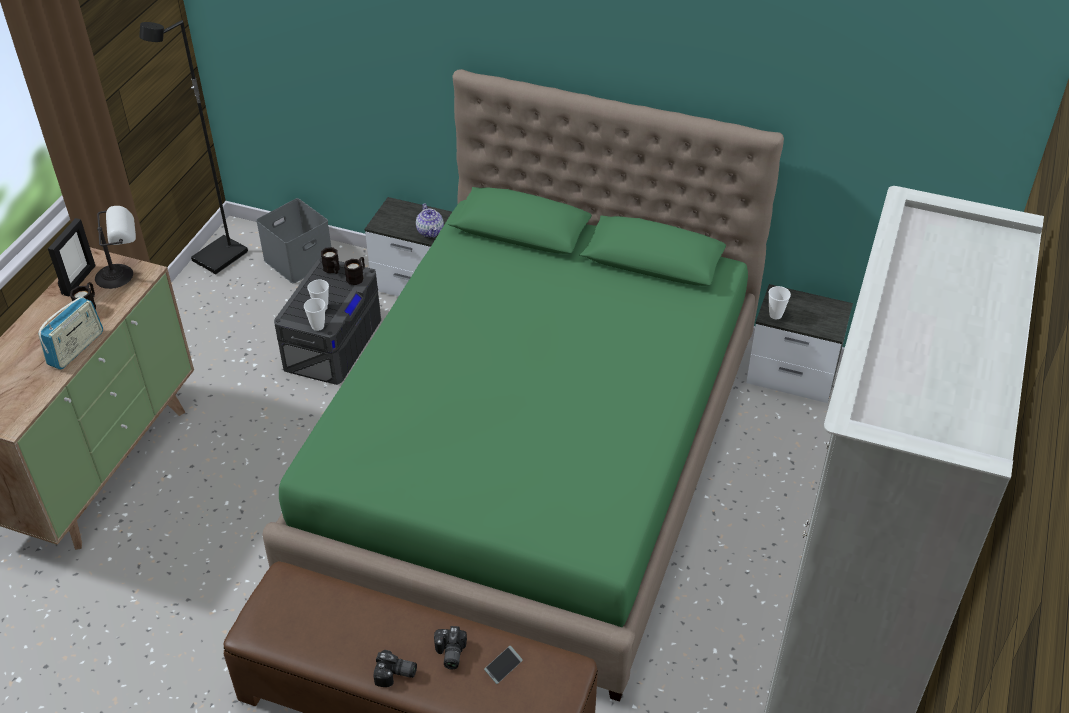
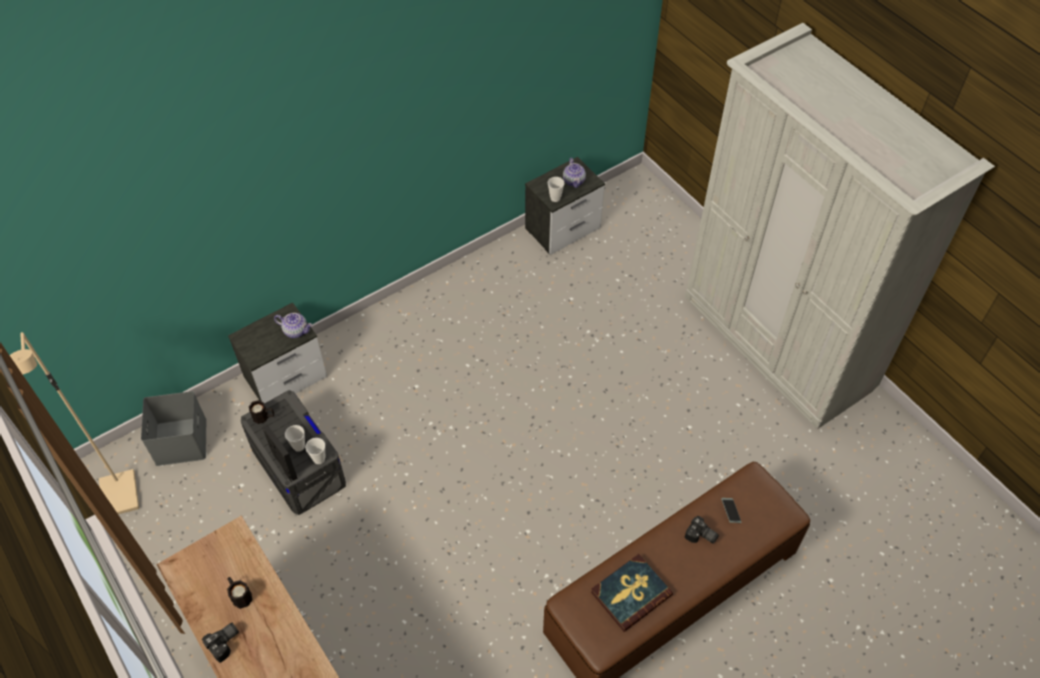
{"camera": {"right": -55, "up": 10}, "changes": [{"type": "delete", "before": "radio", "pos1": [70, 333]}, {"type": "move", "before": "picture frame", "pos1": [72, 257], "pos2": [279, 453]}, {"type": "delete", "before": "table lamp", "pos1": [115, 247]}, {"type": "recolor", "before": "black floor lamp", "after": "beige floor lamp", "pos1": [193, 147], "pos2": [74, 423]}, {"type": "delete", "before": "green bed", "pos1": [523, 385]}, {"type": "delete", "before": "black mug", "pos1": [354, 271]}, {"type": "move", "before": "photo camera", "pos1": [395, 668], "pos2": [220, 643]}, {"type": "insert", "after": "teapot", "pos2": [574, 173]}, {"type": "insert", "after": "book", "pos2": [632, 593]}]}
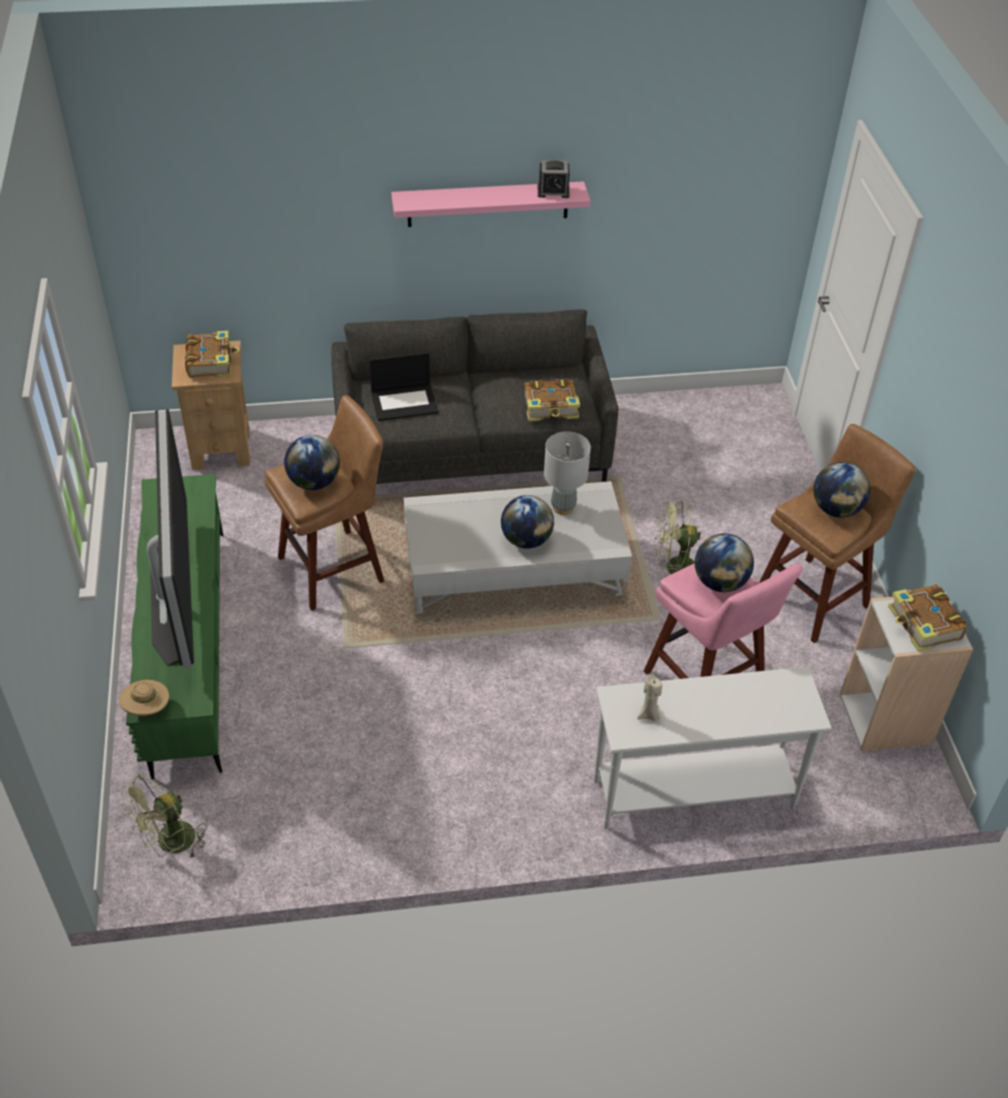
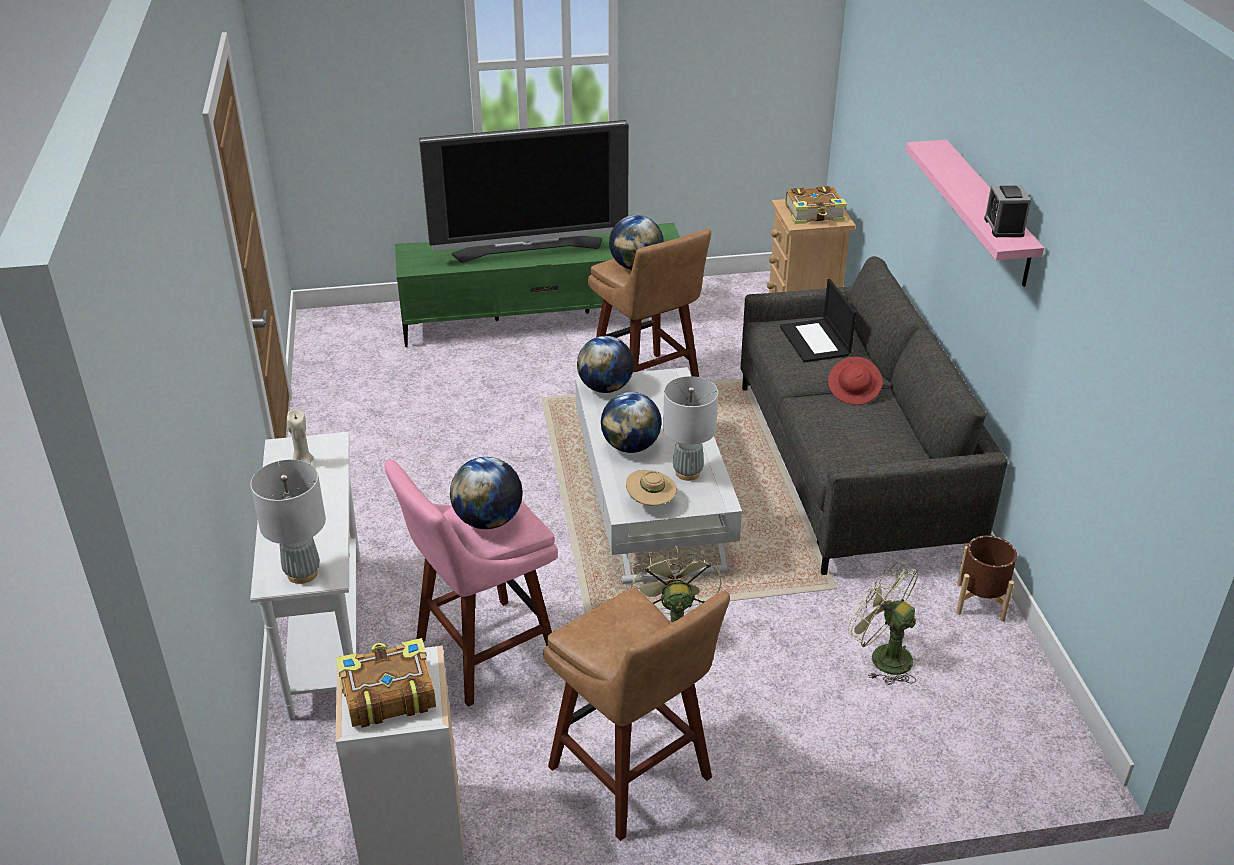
{"camera": {"right": 90, "up": -10}, "changes": [{"type": "move", "before": "beige hat", "pos1": [144, 698], "pos2": [651, 488]}, {"type": "move", "before": "green fan", "pos1": [164, 817], "pos2": [883, 623]}, {"type": "delete", "before": "book", "pos1": [552, 400]}, {"type": "move", "before": "globe", "pos1": [842, 490], "pos2": [605, 364]}, {"type": "insert", "after": "grey table lamp", "pos2": [288, 521]}, {"type": "insert", "after": "red hat", "pos2": [855, 381]}, {"type": "insert", "after": "brown planter", "pos2": [986, 578]}]}
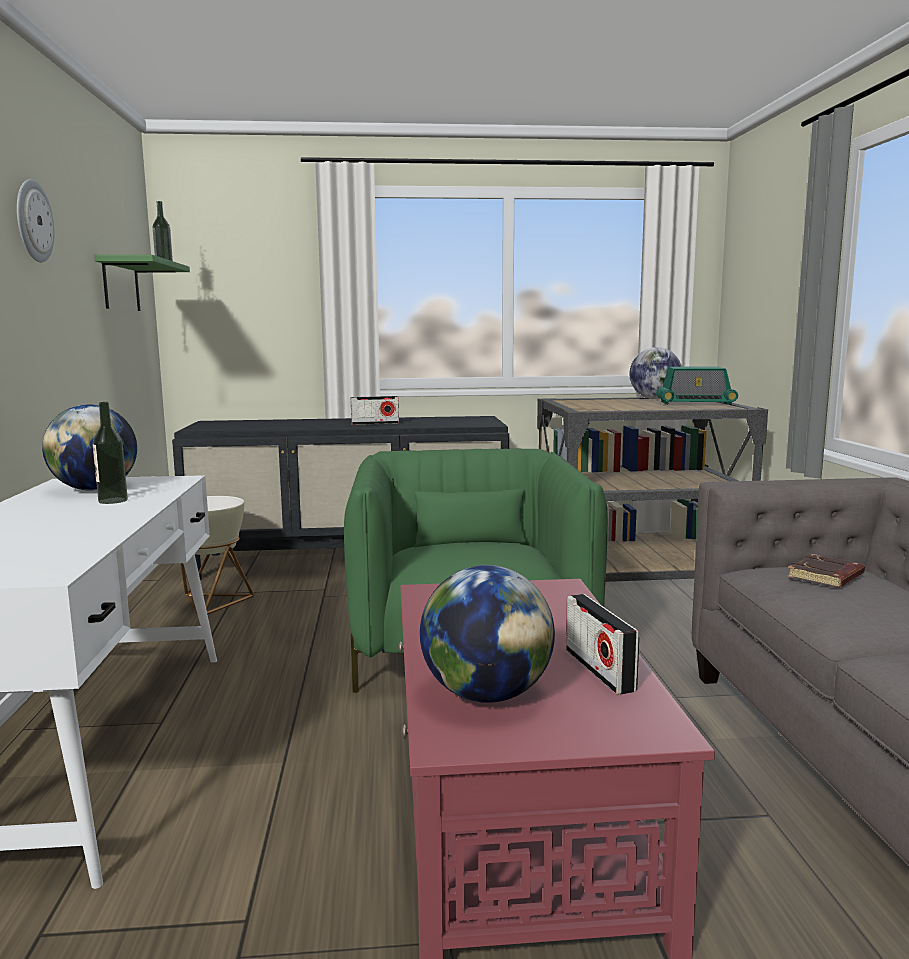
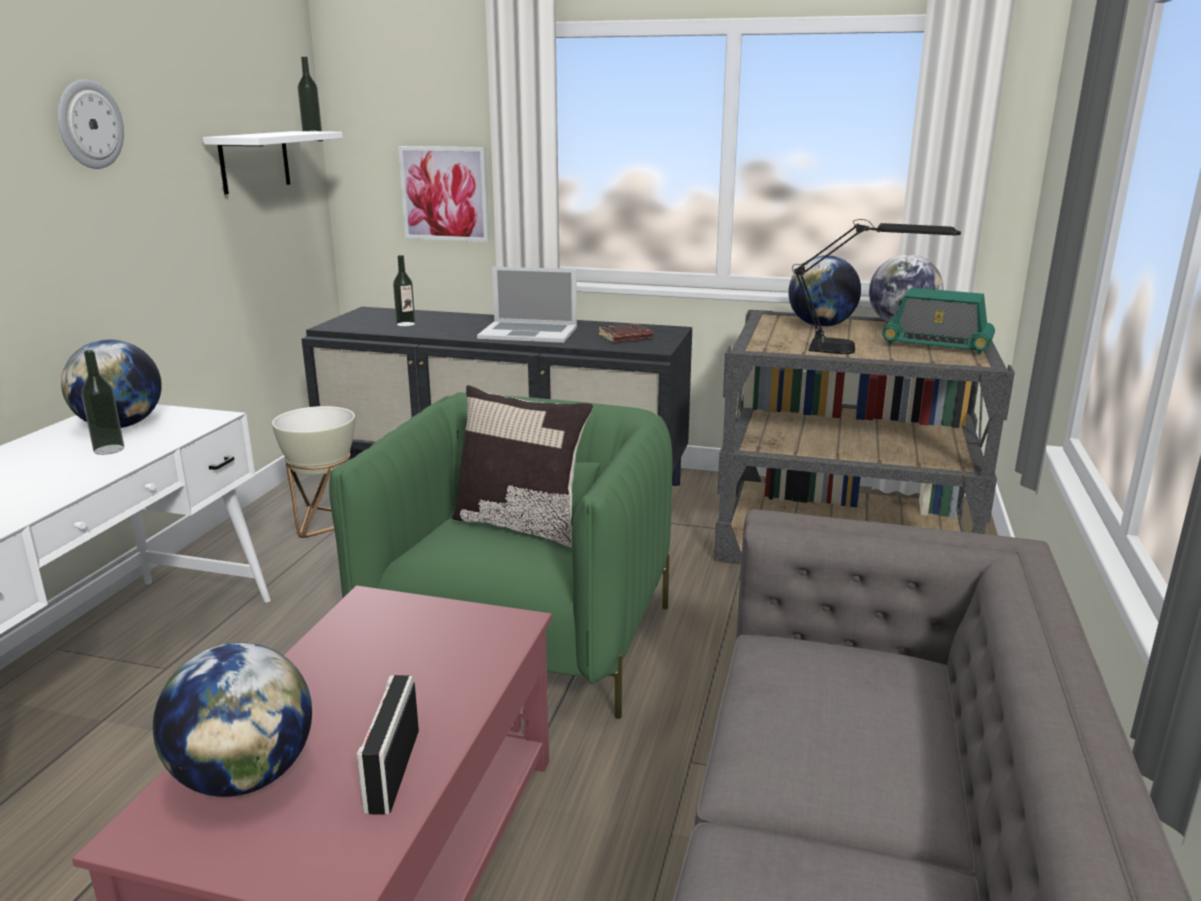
{"camera": {"right": 20, "up": 10}, "changes": [{"type": "recolor", "before": "green shelf", "after": "white shelf", "pos1": [142, 283], "pos2": [273, 162]}, {"type": "replace", "before": "radio", "after": "laptop", "pos1": [375, 410], "pos2": [527, 305]}, {"type": "move", "before": "brown book", "pos1": [826, 571], "pos2": [626, 332]}, {"type": "insert", "after": "bottle", "pos2": [404, 290]}, {"type": "insert", "after": "picture", "pos2": [443, 194]}, {"type": "insert", "after": "pillow", "pos2": [522, 466]}, {"type": "insert", "after": "globe", "pos2": [824, 291]}, {"type": "insert", "after": "black table lamp", "pos2": [876, 286]}]}
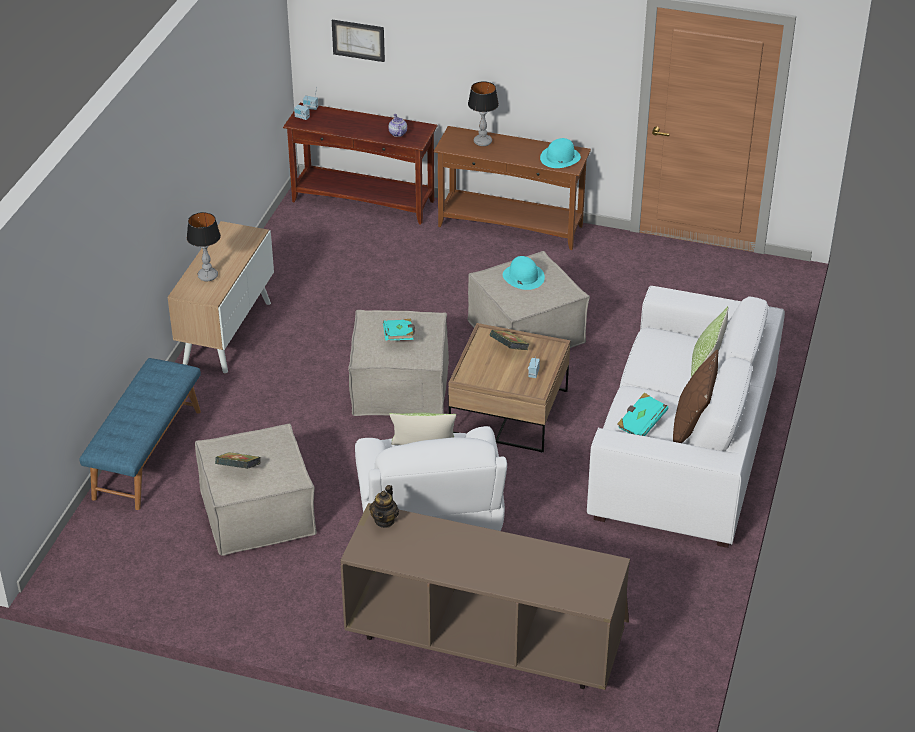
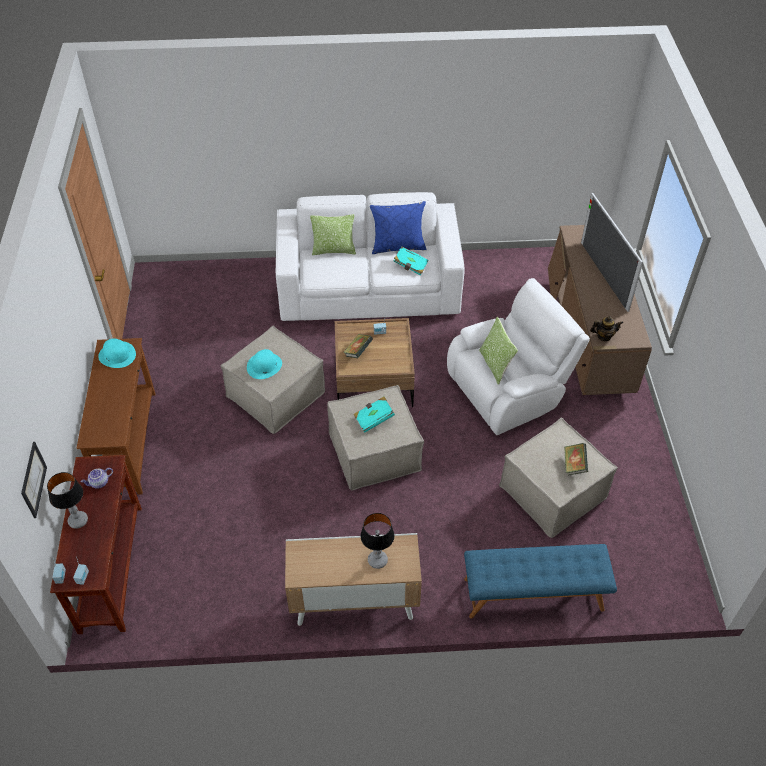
{"camera": {"right": -110, "up": 10}, "changes": [{"type": "move", "before": "table lamp", "pos1": [483, 113], "pos2": [67, 500]}, {"type": "recolor", "before": "brown pillow", "after": "blue pillow", "pos1": [695, 396], "pos2": [398, 227]}, {"type": "insert", "after": "television", "pos2": [612, 252]}]}
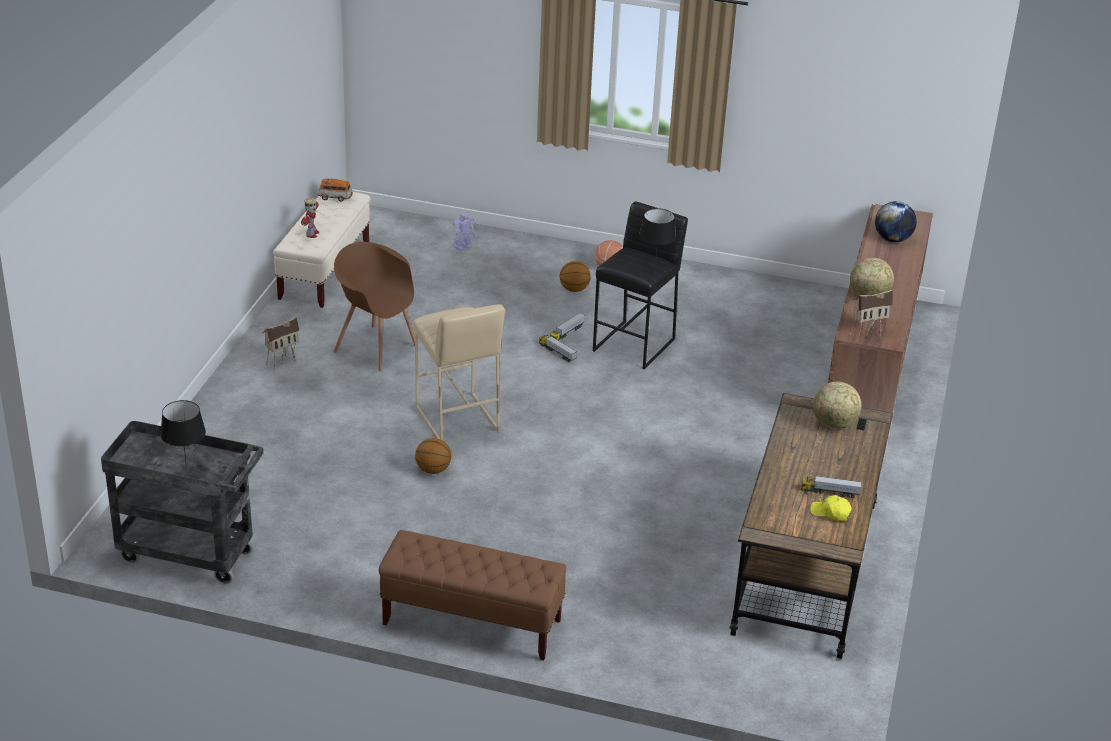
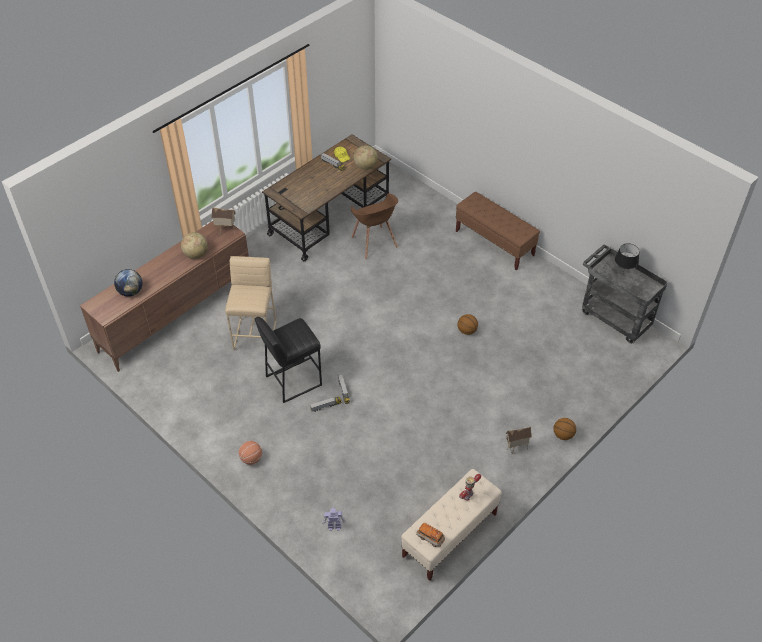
{"camera": {"right": -150, "up": 15}, "changes": [{"type": "move", "before": "brown chair", "pos1": [374, 307], "pos2": [374, 226]}, {"type": "move", "before": "beige stool", "pos1": [459, 372], "pos2": [251, 304]}, {"type": "move", "before": "basketball", "pos1": [575, 276], "pos2": [564, 429]}, {"type": "delete", "before": "black table lamp", "pos1": [657, 236]}, {"type": "move", "before": "globe", "pos1": [837, 405], "pos2": [366, 157]}]}
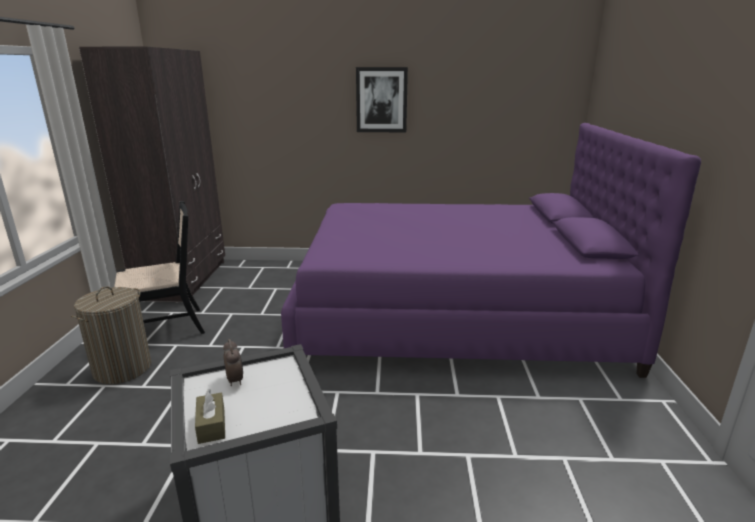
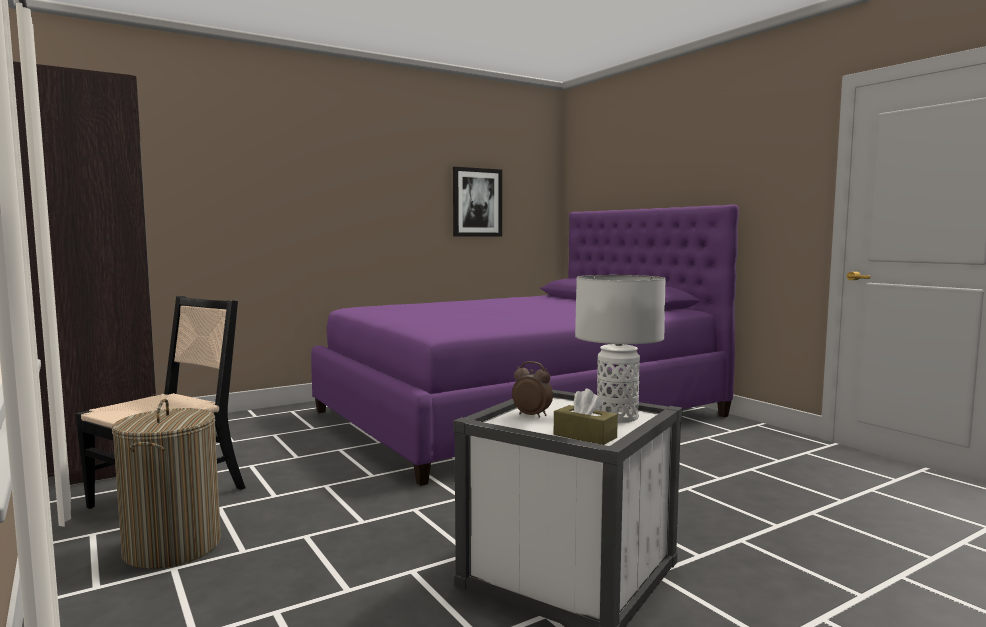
{"camera": {"right": -35, "up": -15}, "changes": [{"type": "move", "before": "picture", "pos1": [382, 99], "pos2": [477, 201]}, {"type": "insert", "after": "white table lamp", "pos2": [620, 349]}]}
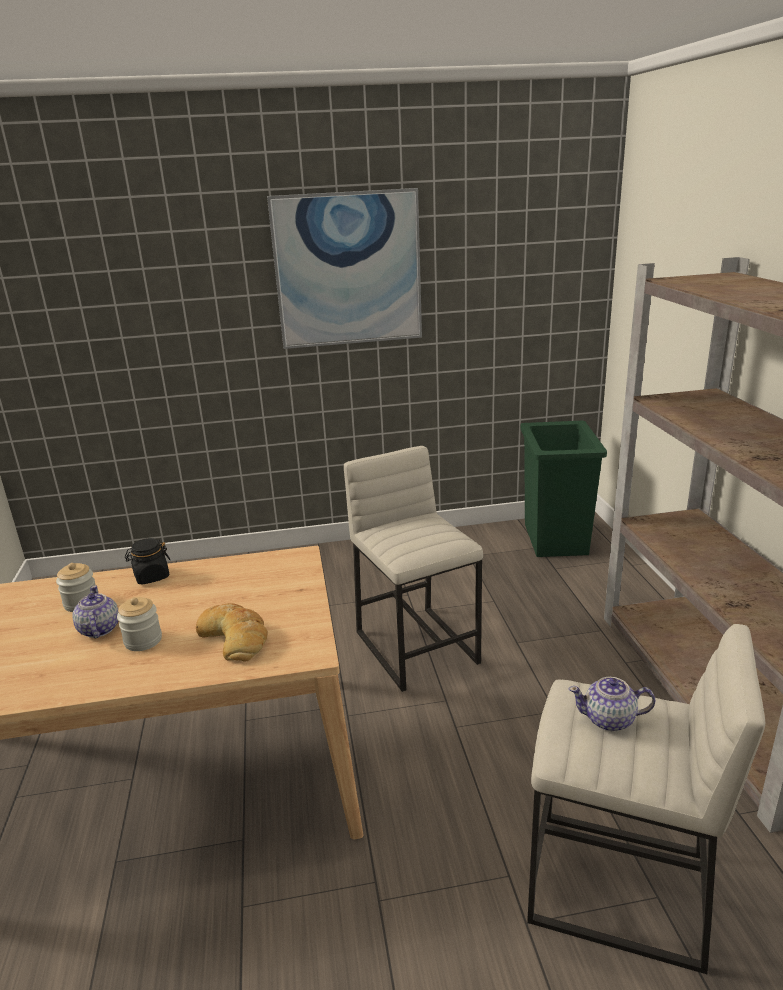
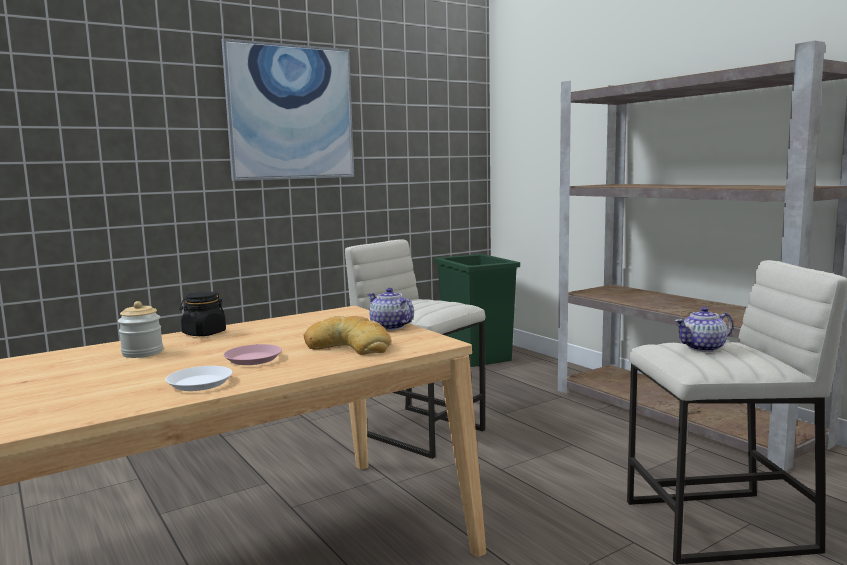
{"camera": {"right": -25, "up": -15}, "changes": [{"type": "move", "before": "teapot", "pos1": [95, 611], "pos2": [391, 309]}, {"type": "replace", "before": "jar", "after": "pink plate", "pos1": [139, 624], "pos2": [252, 354]}, {"type": "insert", "after": "white plate", "pos2": [199, 378]}]}
